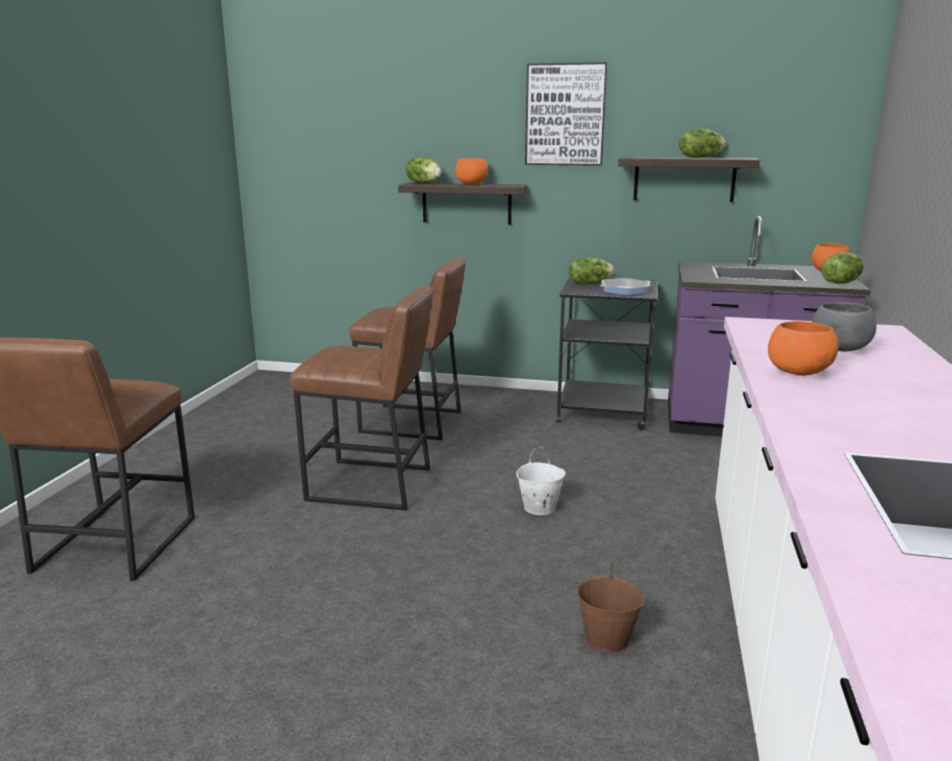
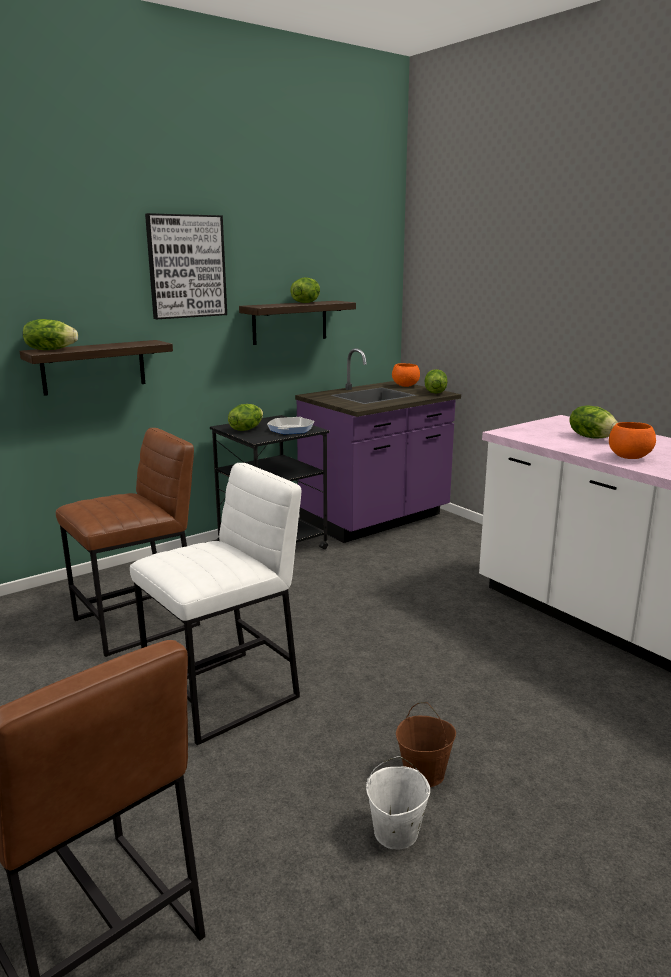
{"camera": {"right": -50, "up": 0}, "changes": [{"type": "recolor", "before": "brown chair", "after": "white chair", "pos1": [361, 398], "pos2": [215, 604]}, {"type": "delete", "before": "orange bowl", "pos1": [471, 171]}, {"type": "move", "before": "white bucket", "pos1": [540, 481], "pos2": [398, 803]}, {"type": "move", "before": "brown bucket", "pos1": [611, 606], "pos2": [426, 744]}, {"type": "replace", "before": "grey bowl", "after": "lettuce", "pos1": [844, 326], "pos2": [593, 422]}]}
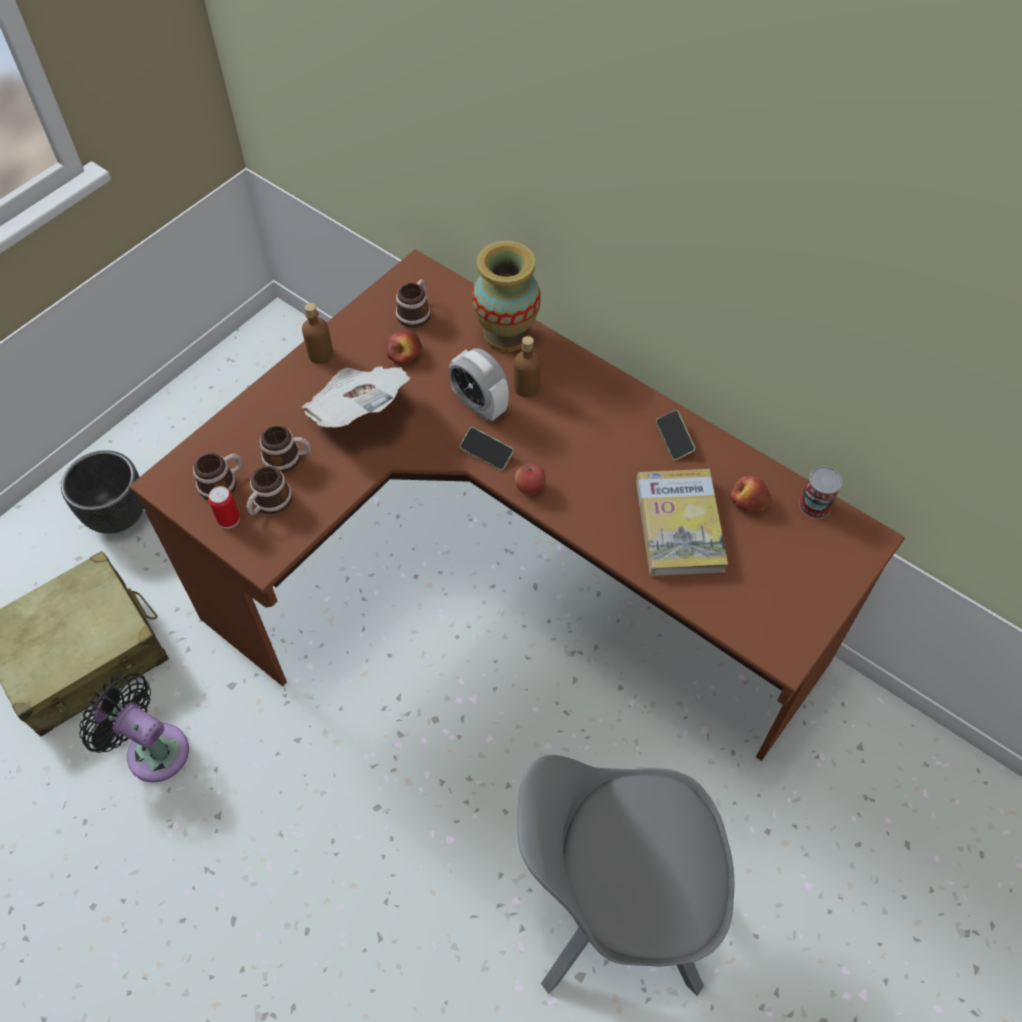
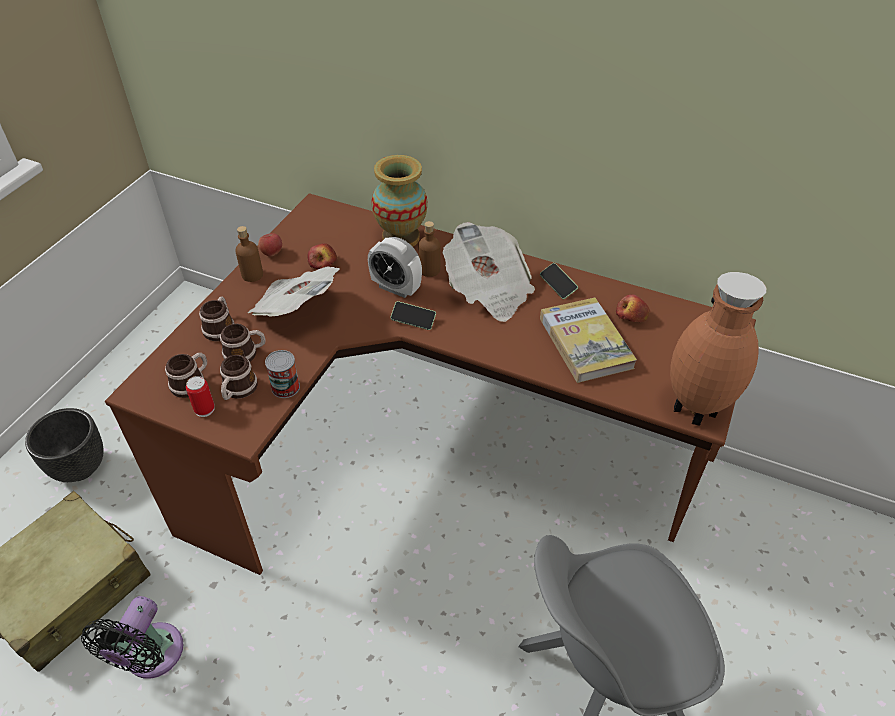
{"camera": {"right": -15, "up": -10}, "changes": [{"type": "rotate", "before": "black fan", "pos1": [134, 727], "pos2": [132, 637], "turn": -90}, {"type": "move", "before": "mug", "pos1": [413, 304], "pos2": [217, 319]}, {"type": "move", "before": "apple", "pos1": [530, 479], "pos2": [270, 245]}, {"type": "move", "before": "can", "pos1": [821, 492], "pos2": [282, 374]}, {"type": "insert", "after": "newspaper", "pos2": [489, 272]}, {"type": "insert", "after": "brown vase", "pos2": [718, 348]}]}
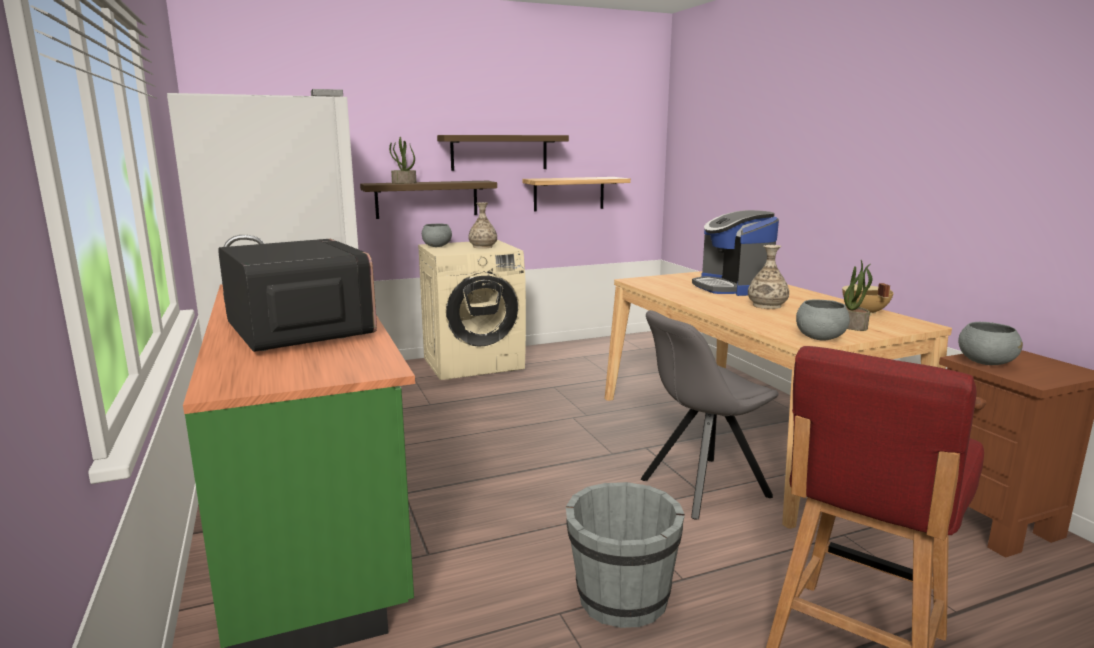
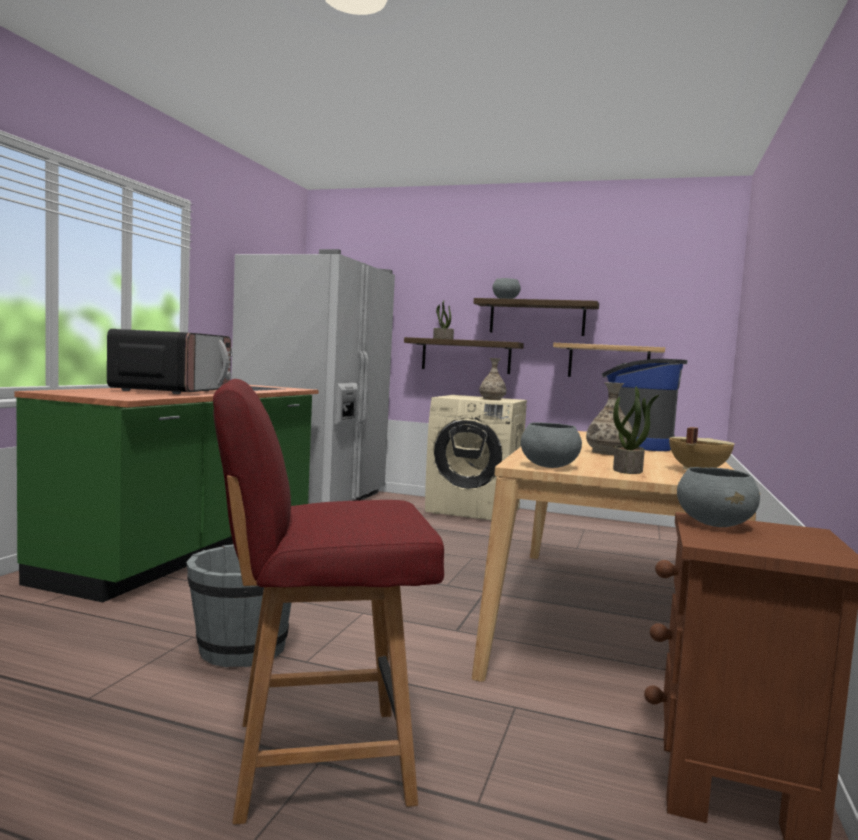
{"camera": {"right": 40, "up": -10}, "changes": [{"type": "move", "before": "grey bowl", "pos1": [437, 235], "pos2": [507, 288]}, {"type": "delete", "before": "grey chair", "pos1": [710, 415]}]}
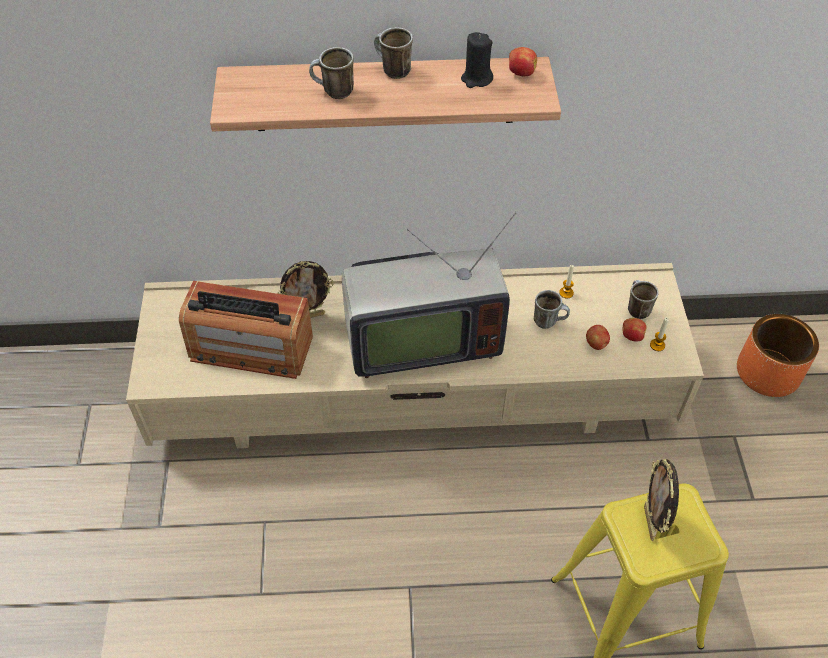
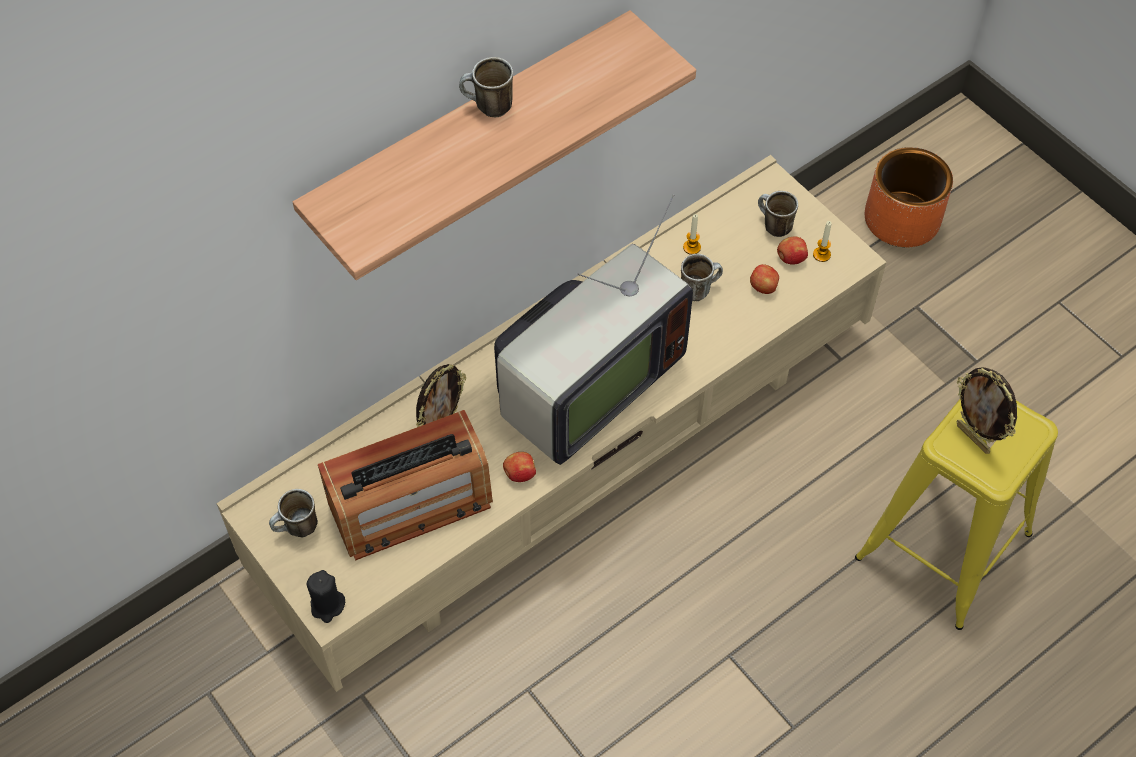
{"camera": {"right": -35, "up": 5}, "changes": [{"type": "move", "before": "mug", "pos1": [331, 73], "pos2": [293, 513]}, {"type": "move", "before": "black candle", "pos1": [477, 60], "pos2": [325, 596]}, {"type": "move", "before": "apple", "pos1": [523, 61], "pos2": [519, 467]}]}
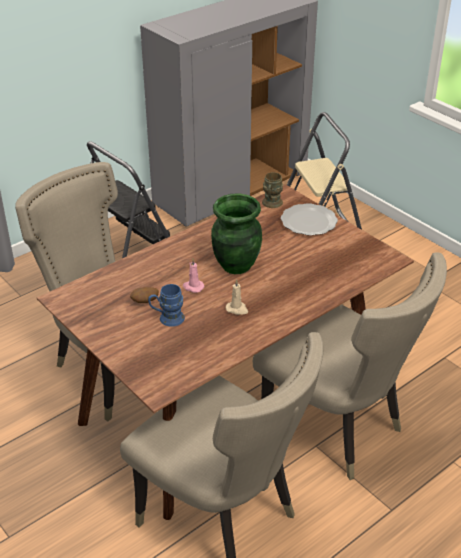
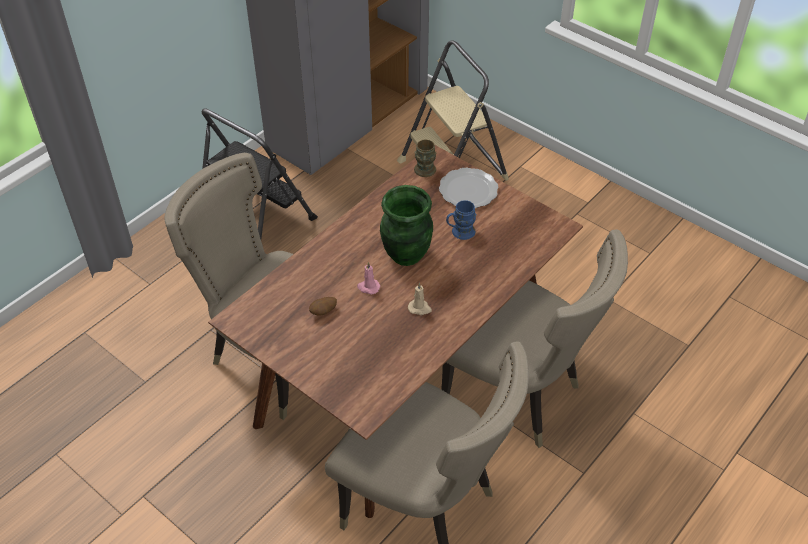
{"camera": {"right": -10, "up": 10}, "changes": [{"type": "move", "before": "blue mug", "pos1": [166, 305], "pos2": [461, 220]}]}
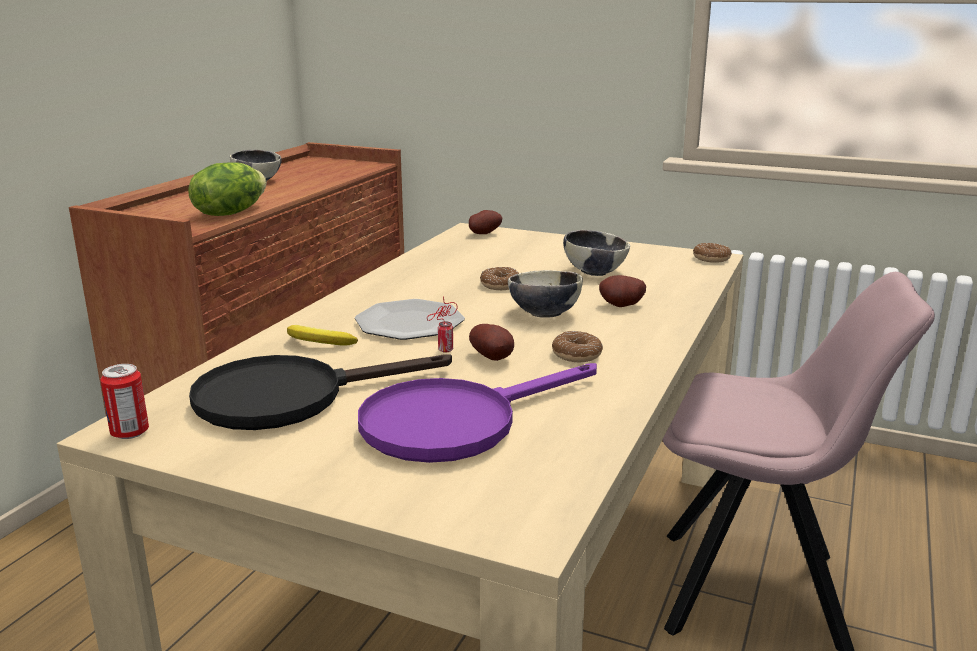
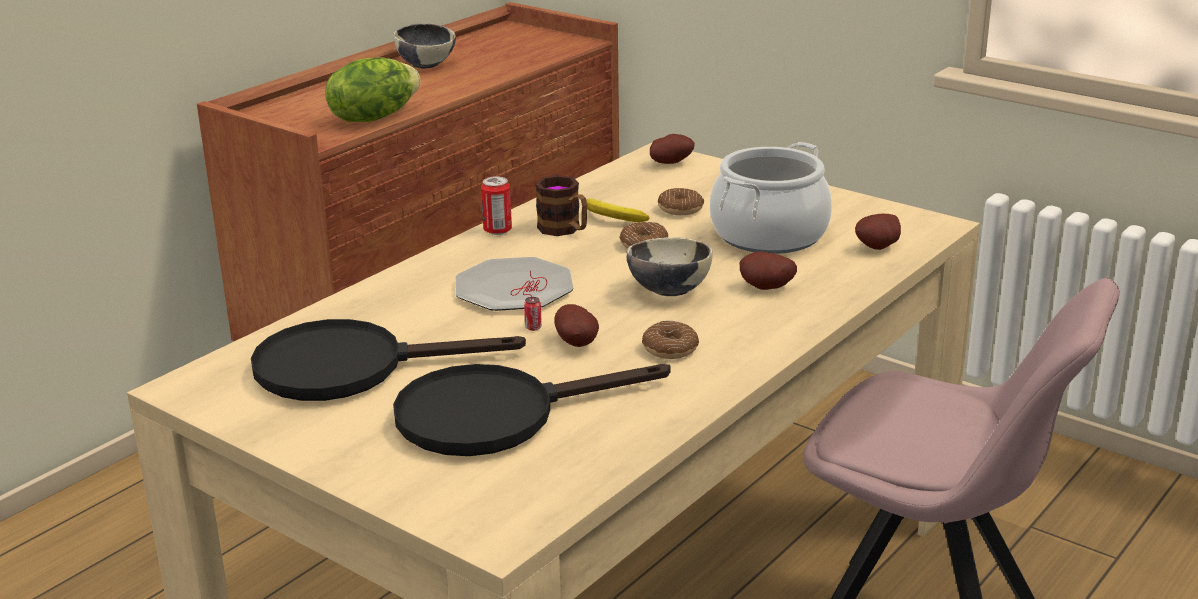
{"camera": {"right": 15, "up": 5}, "changes": [{"type": "move", "before": "can", "pos1": [124, 401], "pos2": [496, 205]}, {"type": "move", "before": "banana", "pos1": [322, 335], "pos2": [617, 210]}, {"type": "recolor", "before": "purple frying pan", "after": "black frying pan", "pos1": [477, 413], "pos2": [531, 410]}, {"type": "replace", "before": "bowl", "after": "cooking pot", "pos1": [596, 253], "pos2": [771, 198]}, {"type": "move", "before": "donut", "pos1": [712, 253], "pos2": [681, 201]}, {"type": "insert", "after": "mug", "pos2": [561, 205]}, {"type": "insert", "after": "potato", "pos2": [878, 232]}]}
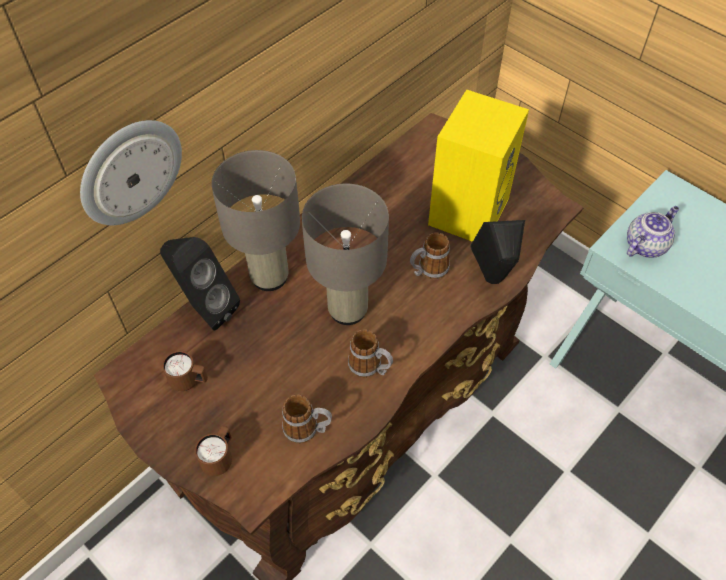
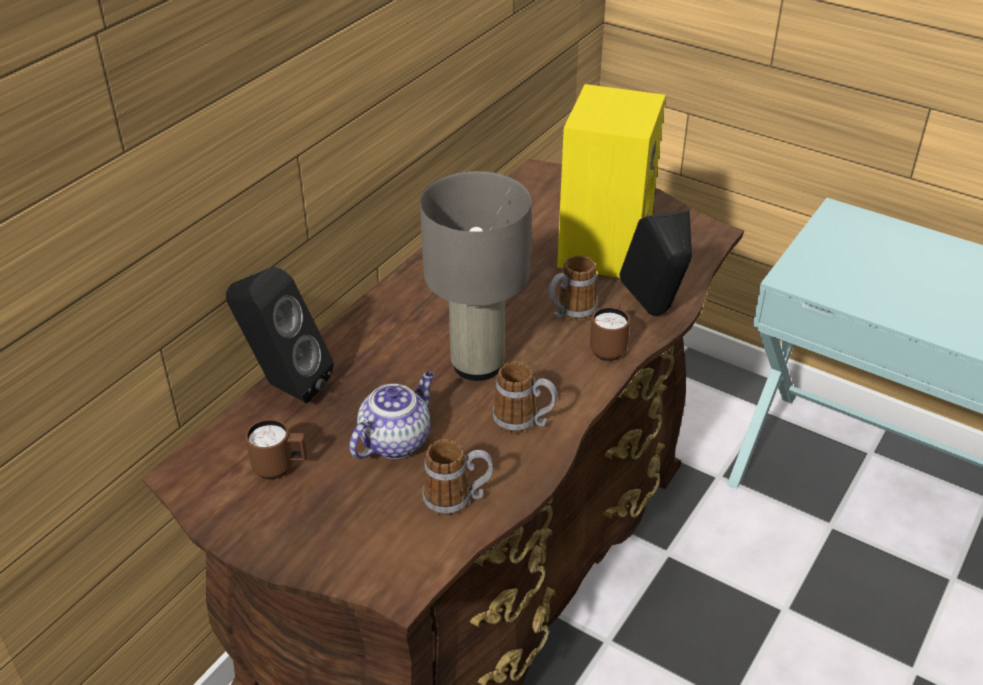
{"camera": {"right": -10, "up": -15}, "changes": [{"type": "delete", "before": "wall clock", "pos1": [131, 172]}, {"type": "move", "before": "brown mug", "pos1": [213, 451], "pos2": [610, 331]}, {"type": "delete", "before": "grey table lamp", "pos1": [256, 220]}, {"type": "move", "before": "teapot", "pos1": [653, 232], "pos2": [391, 415]}]}
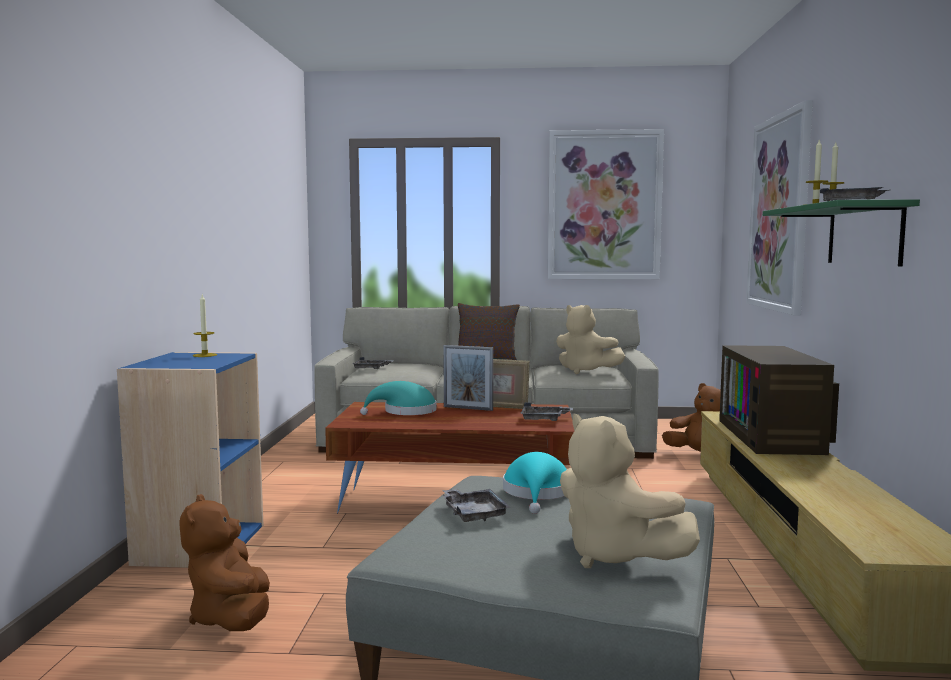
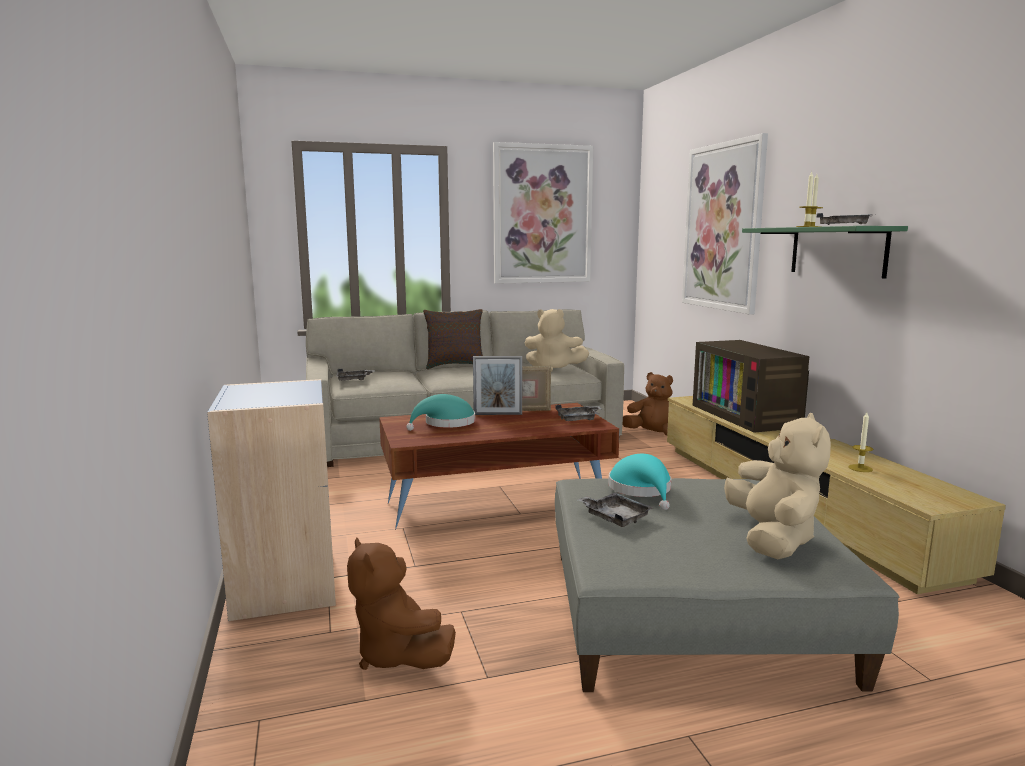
{"camera": {"right": -20, "up": 5}, "changes": [{"type": "move", "before": "candle", "pos1": [205, 326], "pos2": [860, 442]}, {"type": "rotate", "before": "beige plush toy", "pos1": [630, 491], "pos2": [777, 486], "turn": -120}]}
